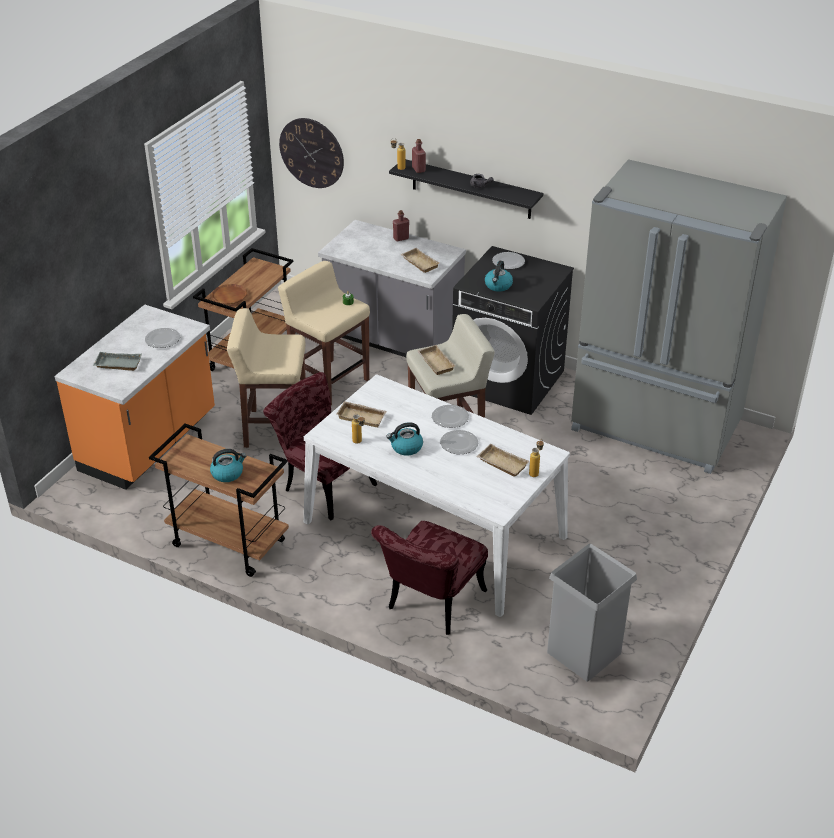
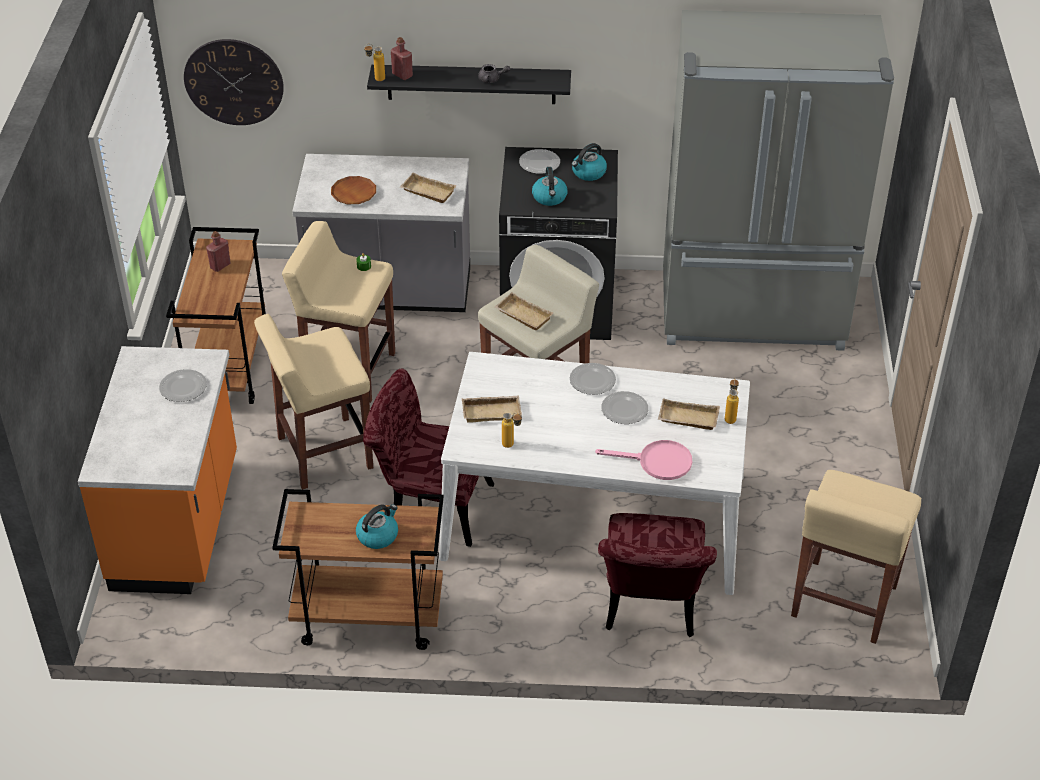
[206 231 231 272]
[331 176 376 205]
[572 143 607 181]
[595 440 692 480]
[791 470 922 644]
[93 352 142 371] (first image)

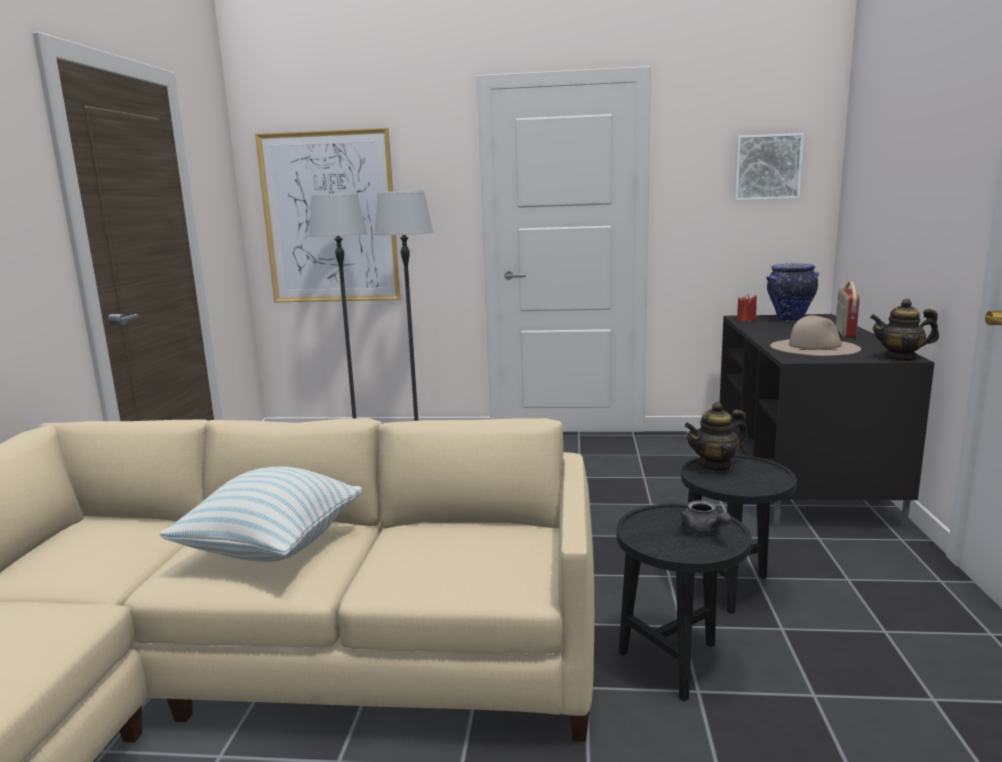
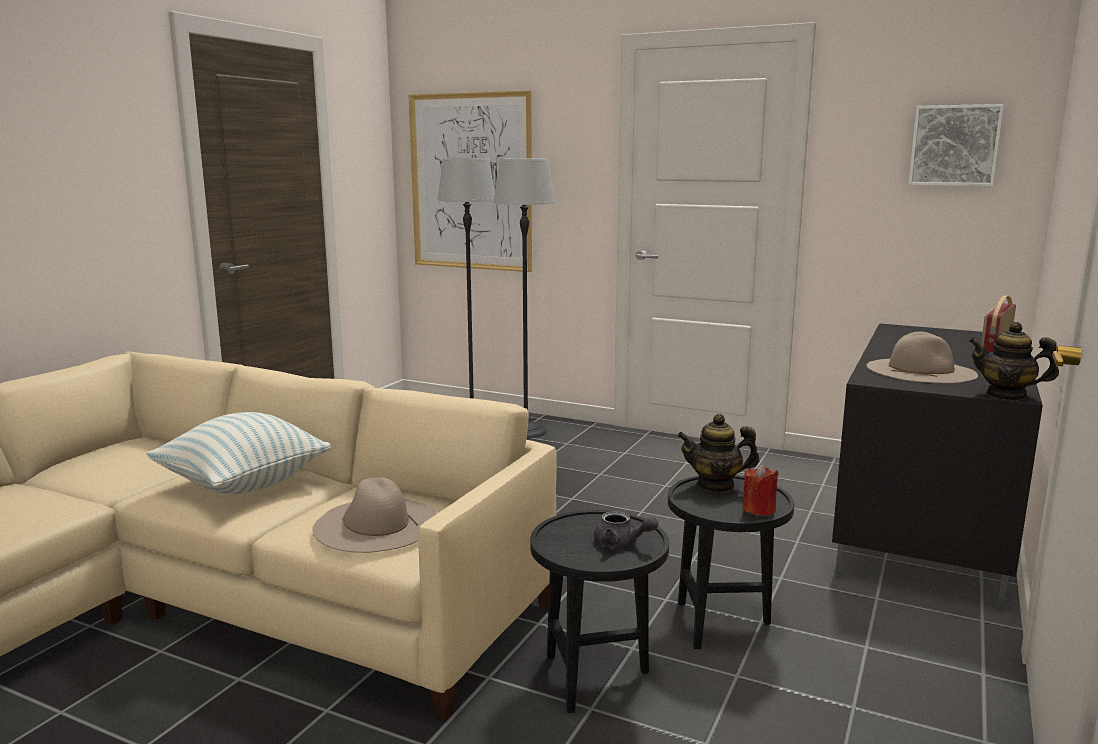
[312 478 436 553]
[594 511 658 548]
[743 464 779 516]
[767 263 819 322] (first image)

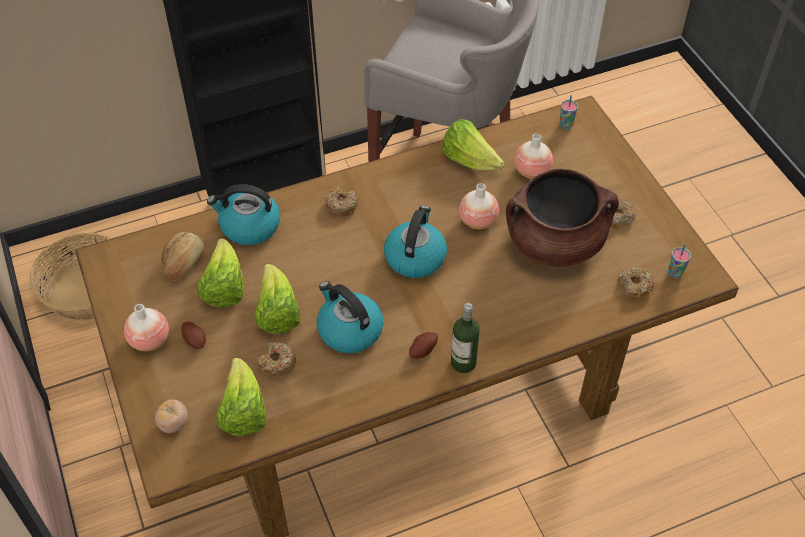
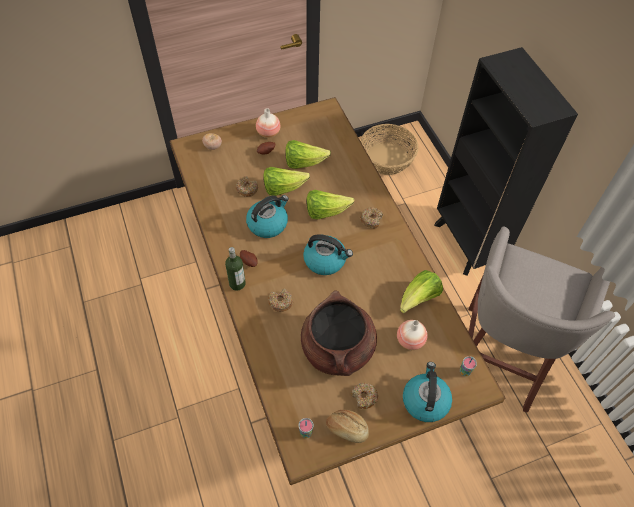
[268 289 293 312]
[307 190 354 219]
[326 409 369 443]
[403 362 452 422]
[459 183 499 229] (first image)

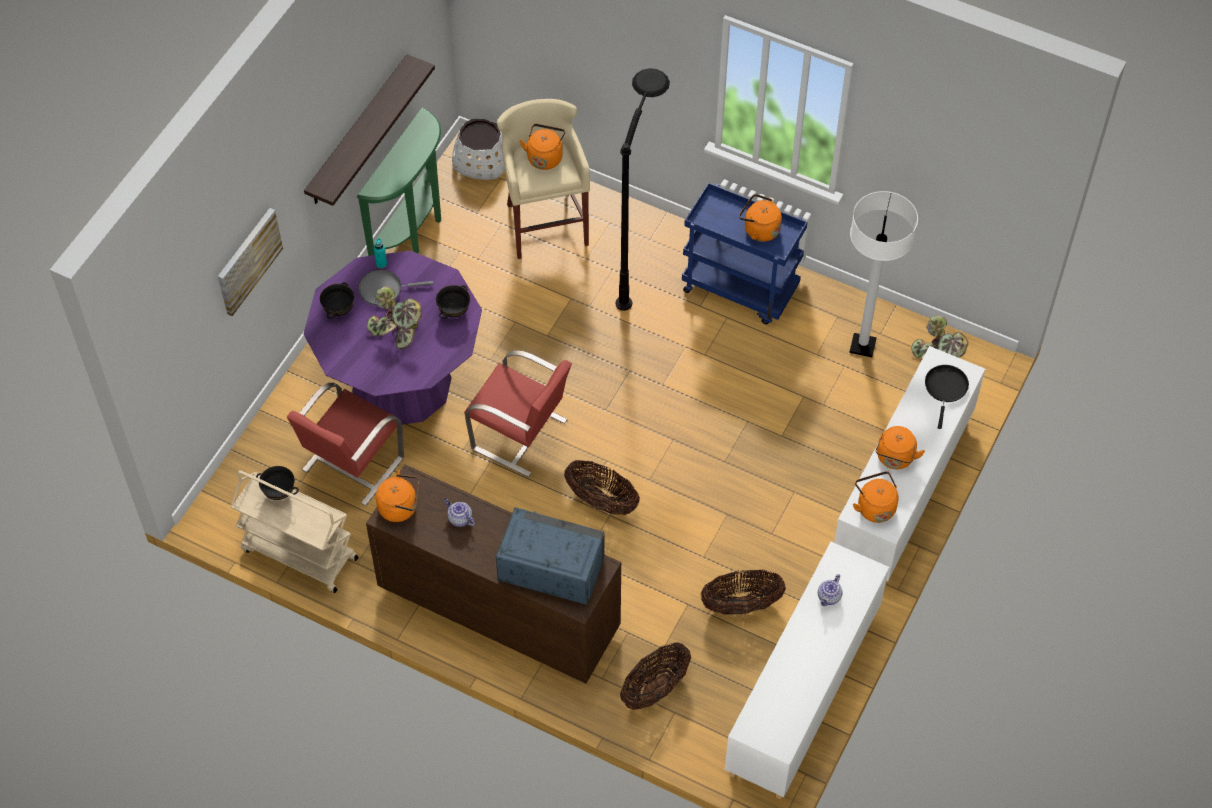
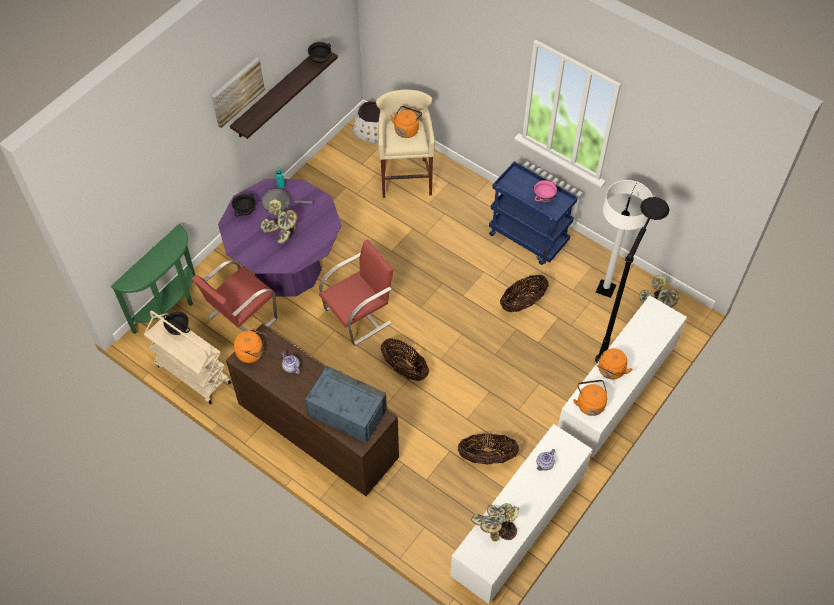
[111 224 195 334]
[211 57 265 128]
[308 42 331 64]
[319 240 394 346]
[471 503 519 541]
[500 275 549 312]
[534 180 557 202]
[595 197 669 363]
[925 365 969 429] (first image)

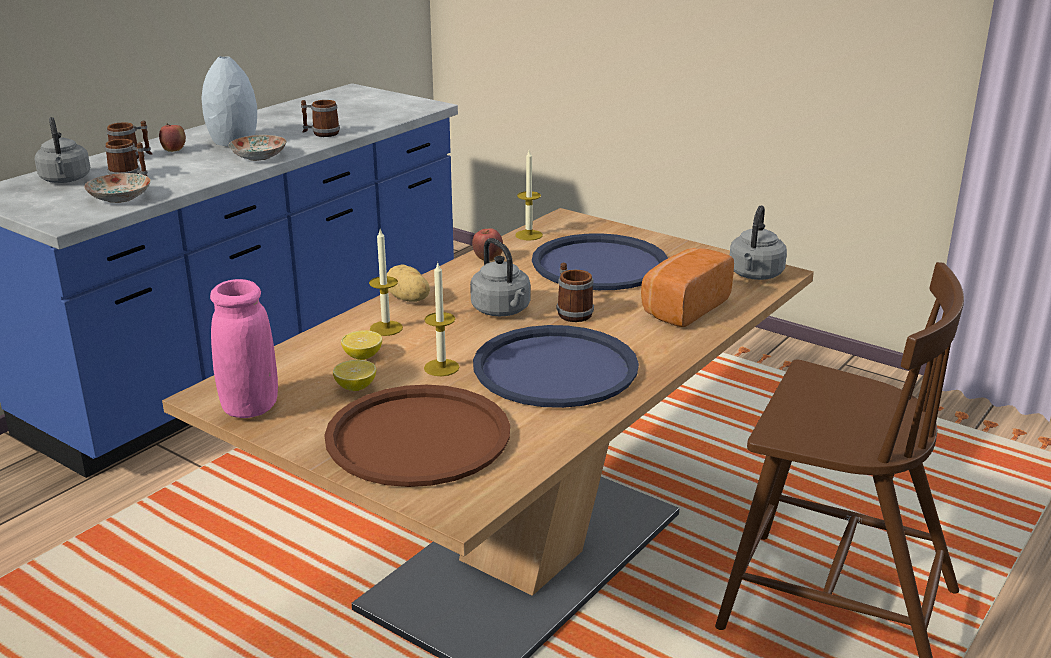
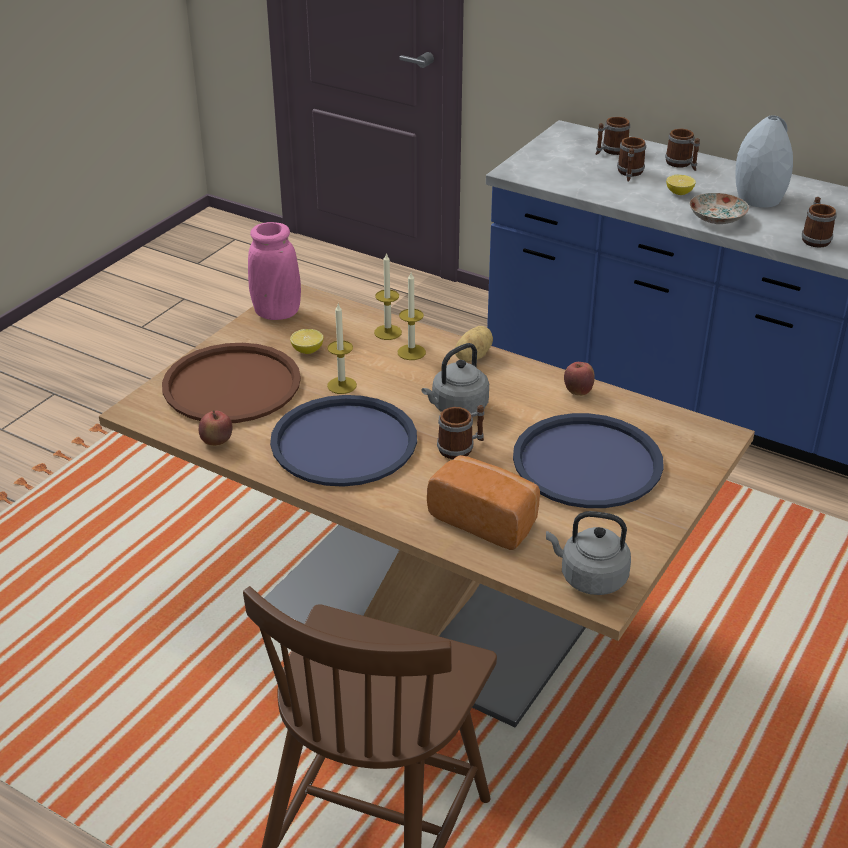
[199 411 232 446]
[374 252 402 340]
[596 117 630 155]
[666 175 696 195]
[84 173 151 203] (first image)

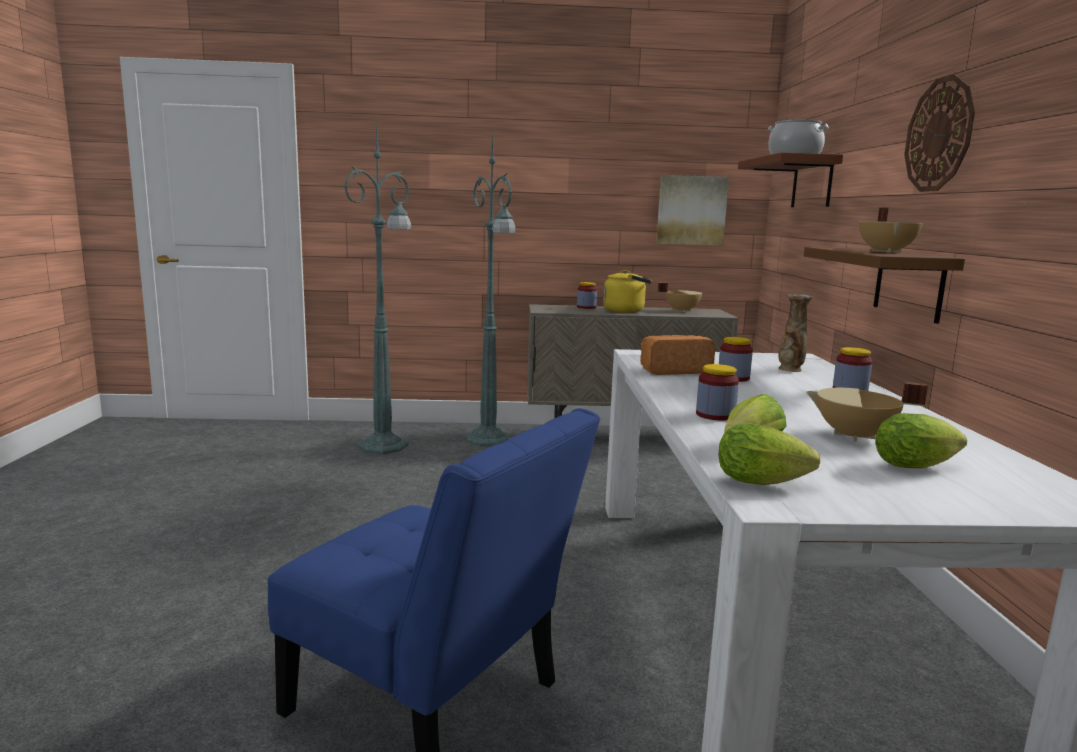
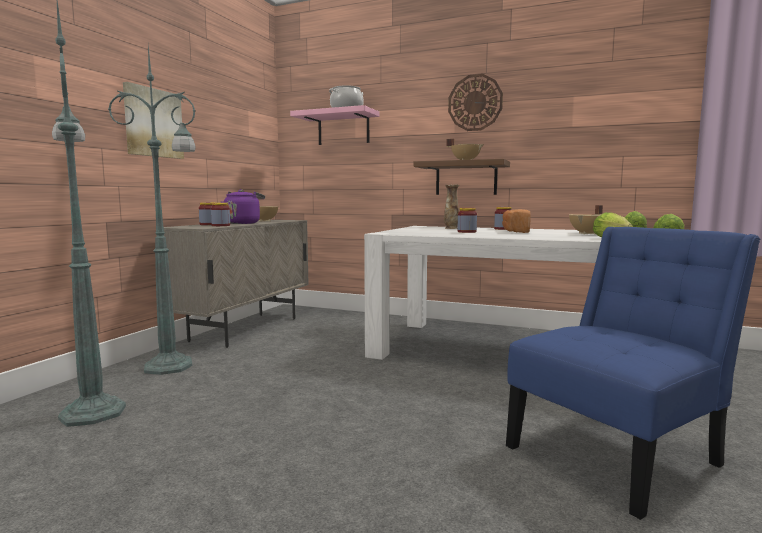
[123 82 184 159]
[211 203 230 226]
[221 189 265 224]
[290 105 380 145]
[502 209 531 233]

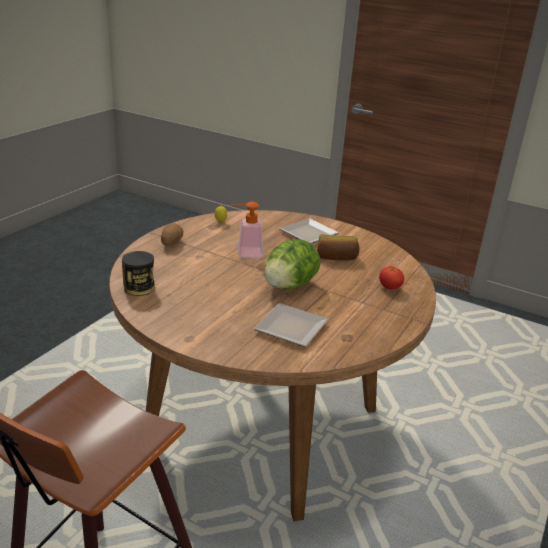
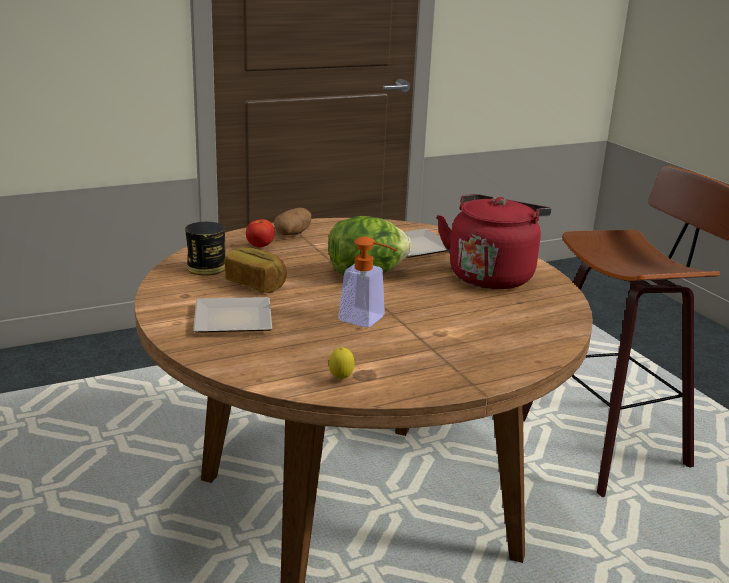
[185 222 226 275]
[274 208 311 235]
[437 194 551 289]

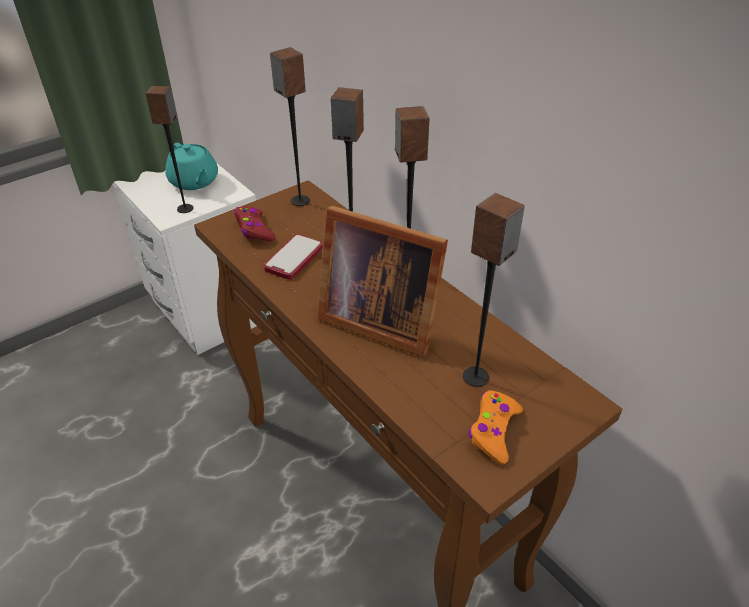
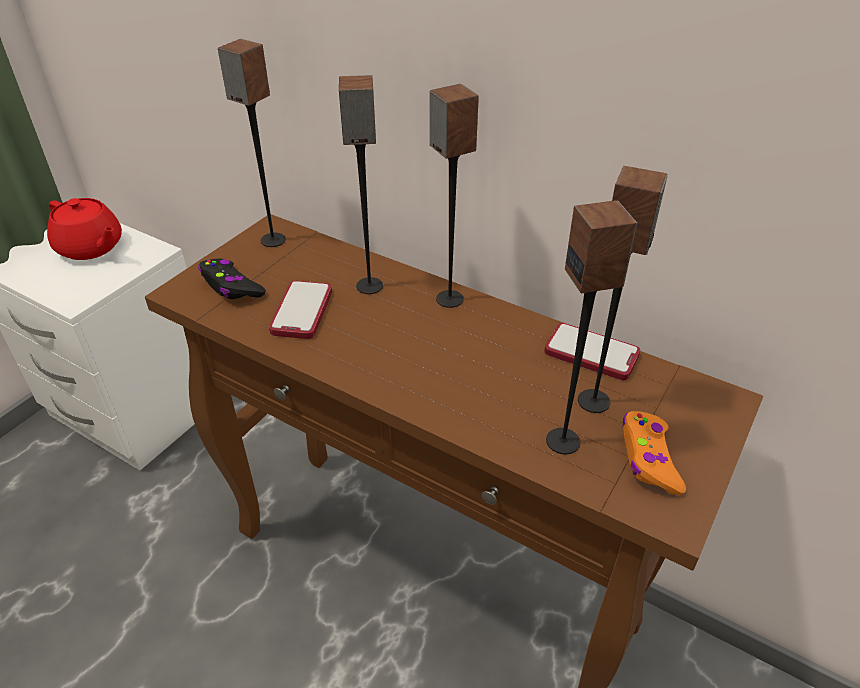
[47 198 122 260]
[198 259 266 299]
[544 323 640 380]
[546 200 637 454]
[317 206 448 357] (first image)

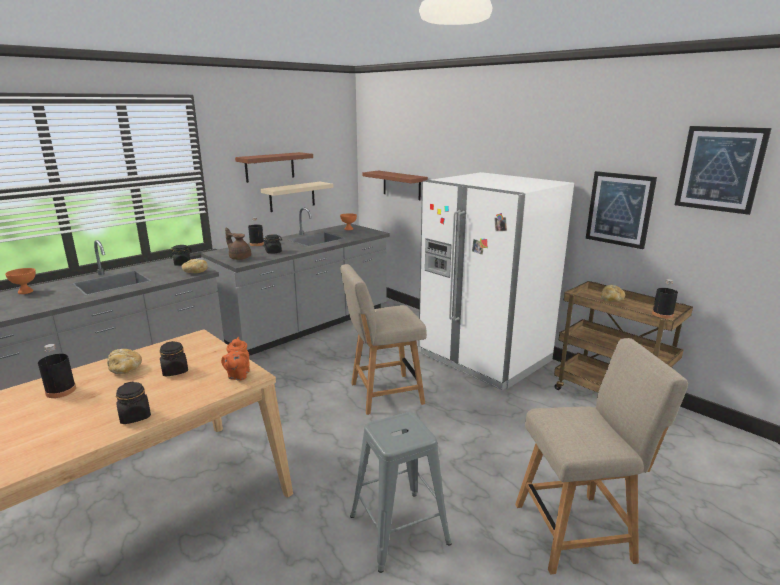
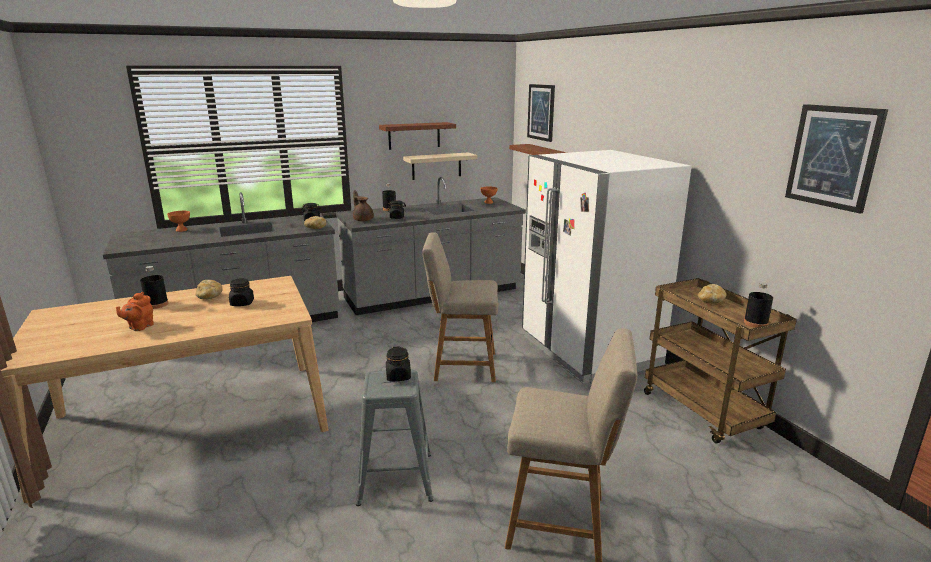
[116 292 154 331]
[386 346 411 381]
[527 84 555 142]

